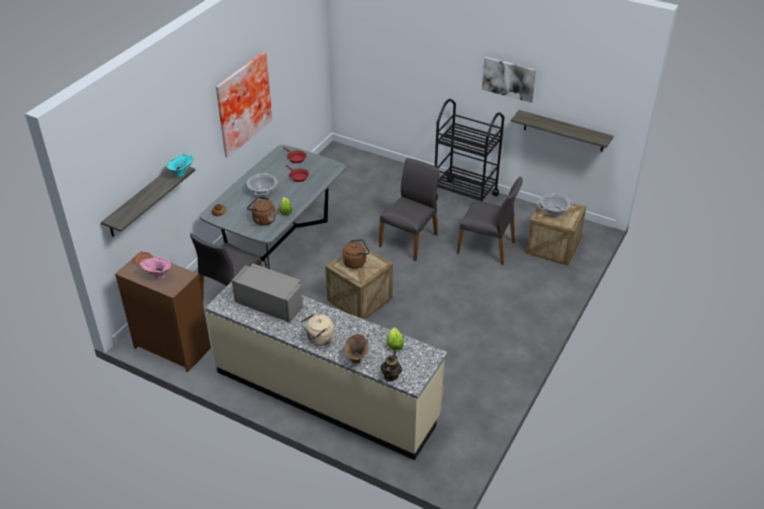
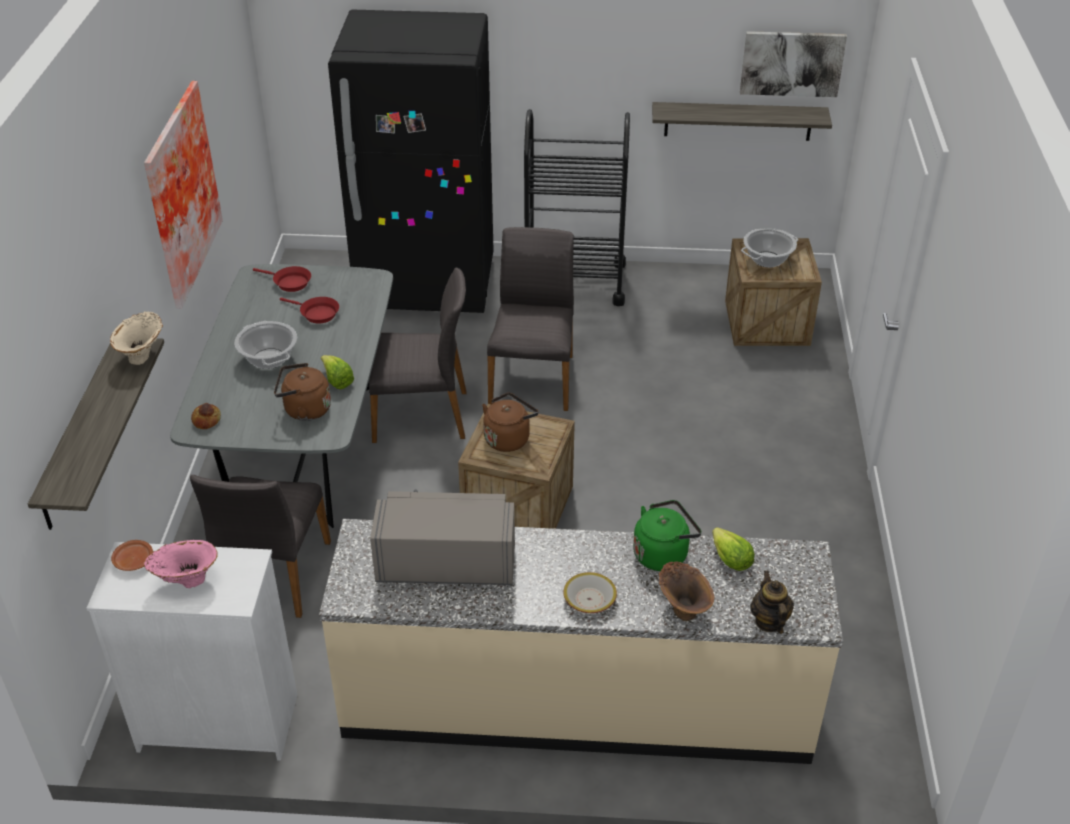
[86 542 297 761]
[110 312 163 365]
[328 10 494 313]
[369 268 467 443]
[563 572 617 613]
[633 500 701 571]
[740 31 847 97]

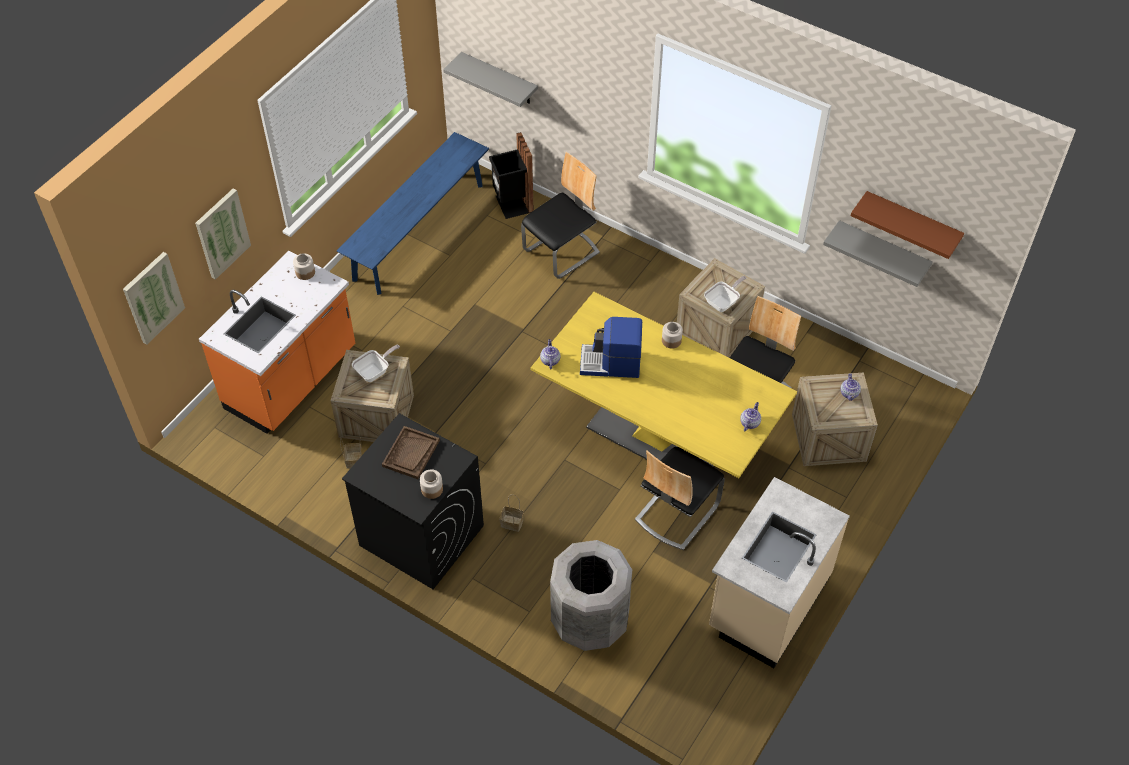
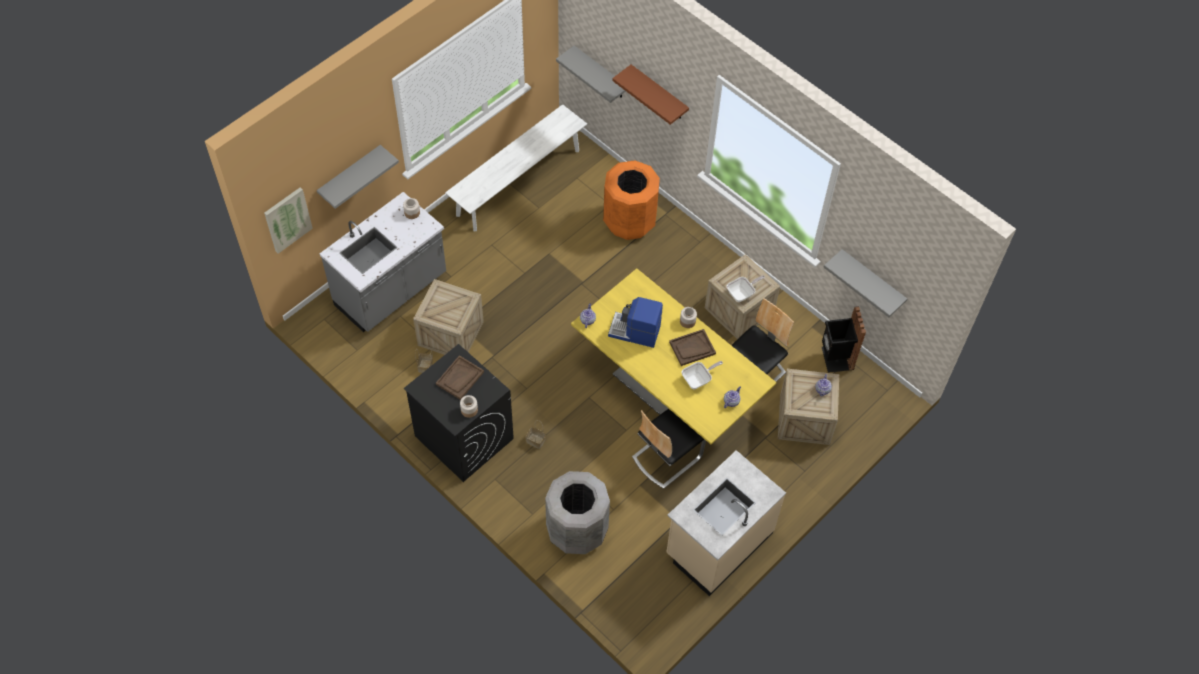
[317 145 399 209]
[320 192 446 332]
[445 104 587 231]
[603 160 660 240]
[612 64 689 125]
[669 329 716 366]
[681 361 723 389]
[822 306 866 373]

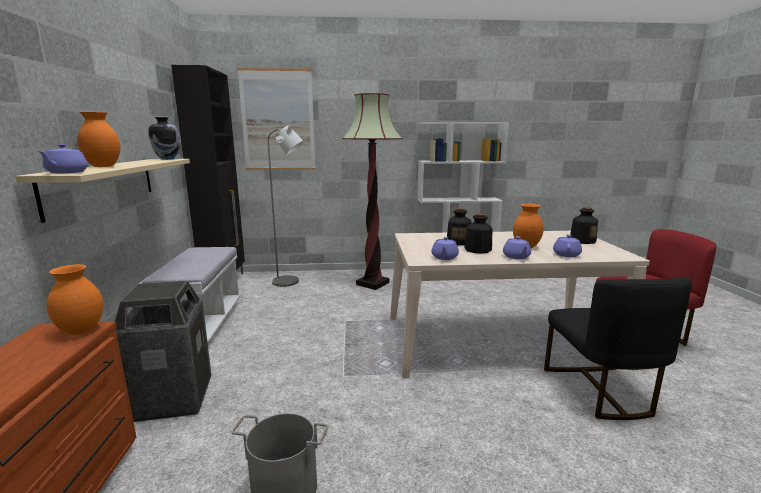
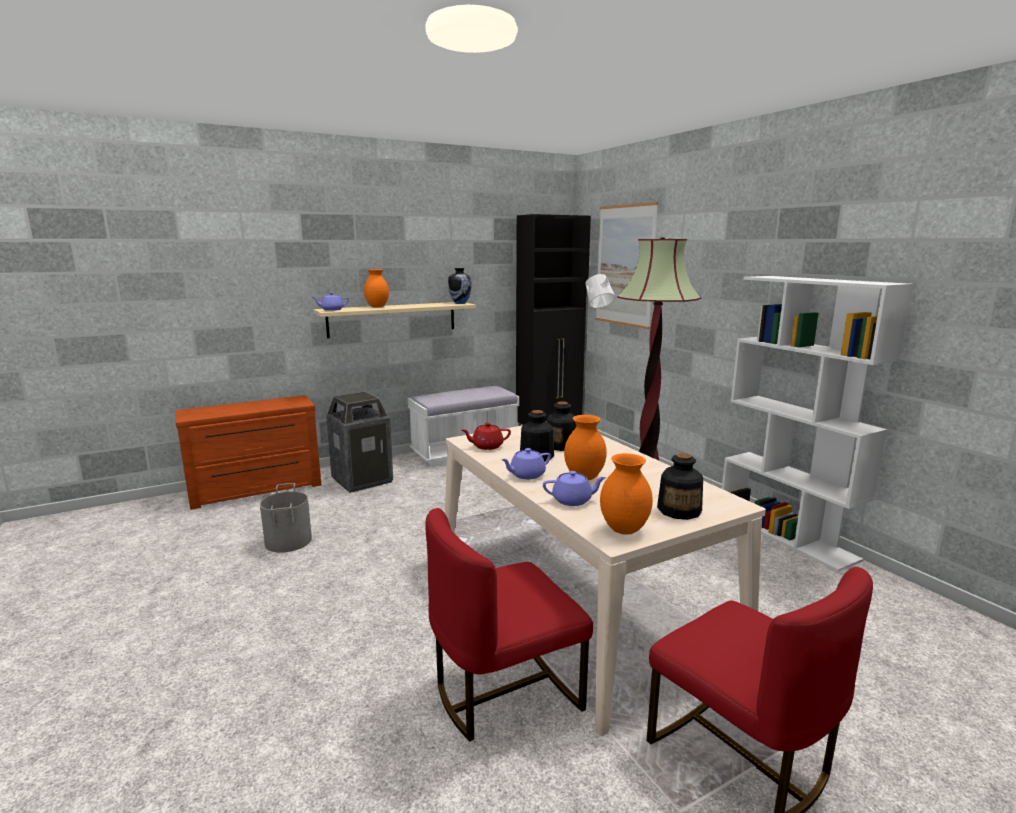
[426 508 593 742]
[462 423 511 450]
[600 453 653 535]

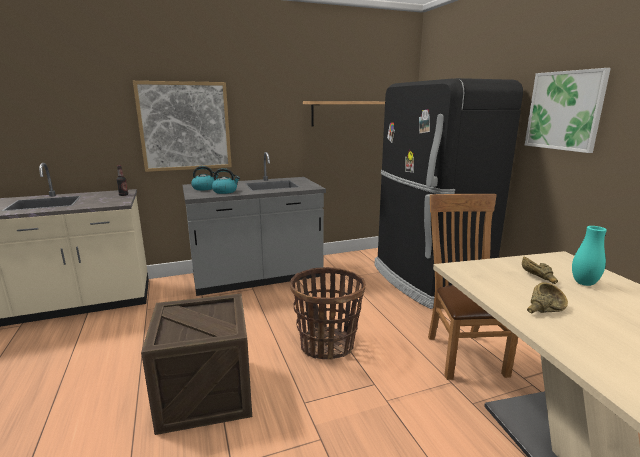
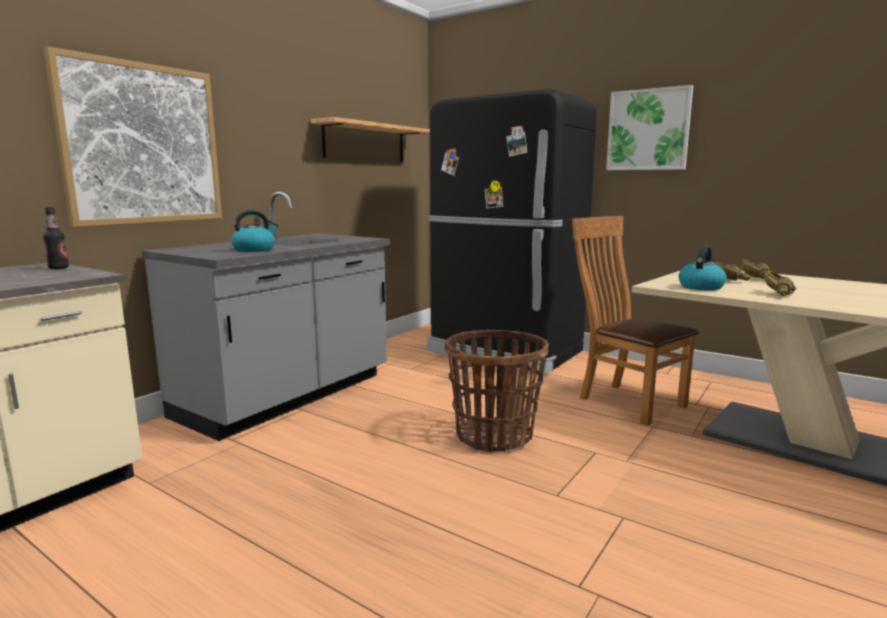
[679 246 727 290]
[741 259 770 279]
[141 293 252 435] (first image)

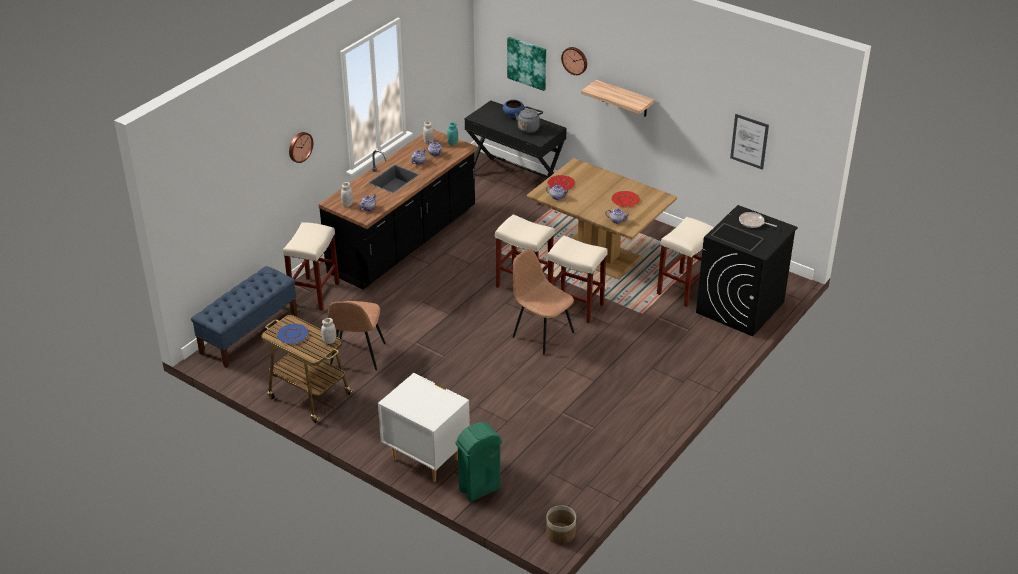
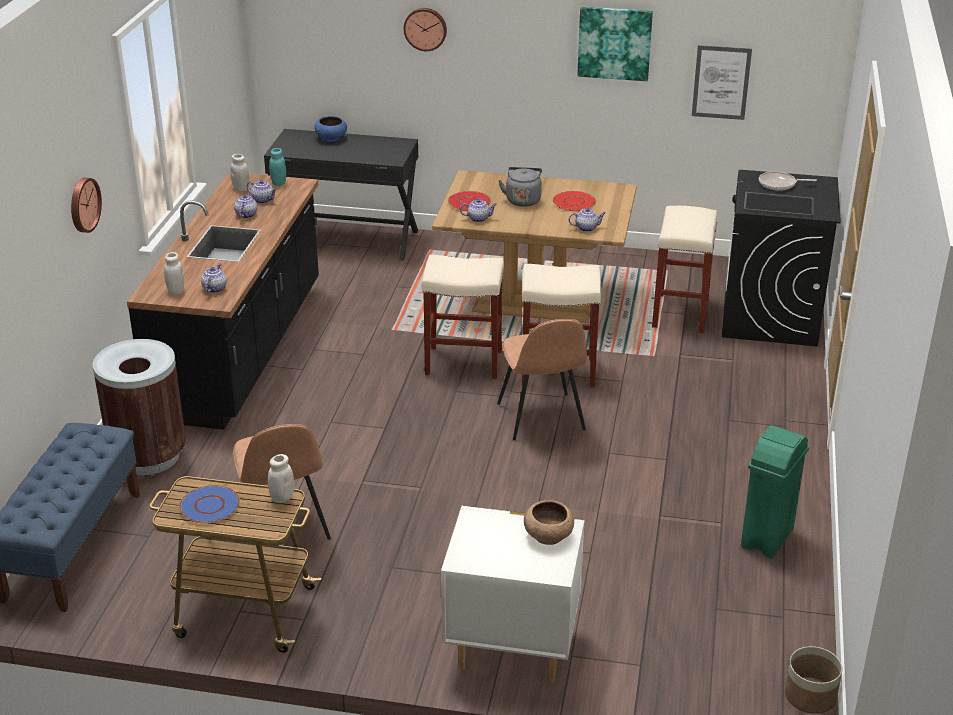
[92 339 186 475]
[497 319 587 440]
[498 167 542 207]
[524 500 574 545]
[577 7 653 81]
[741 425 809 558]
[581 80 655 117] (first image)

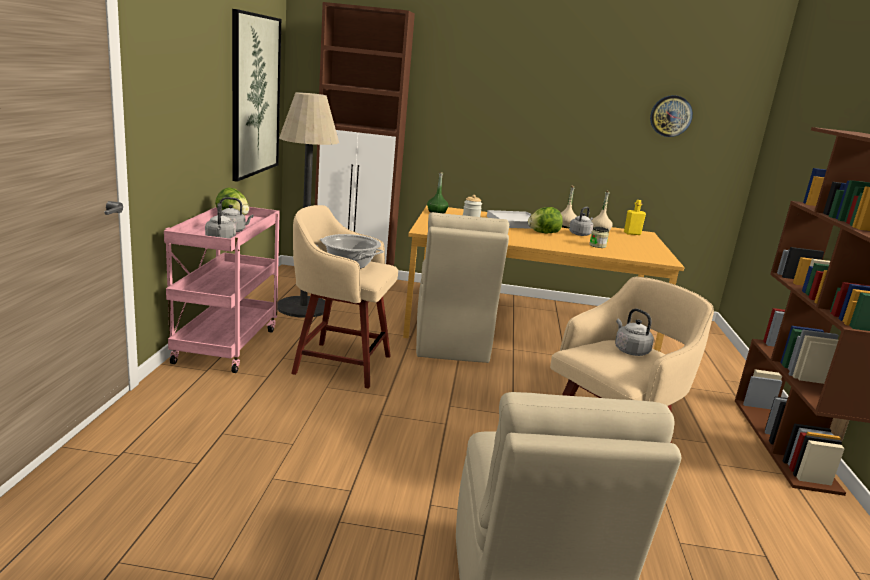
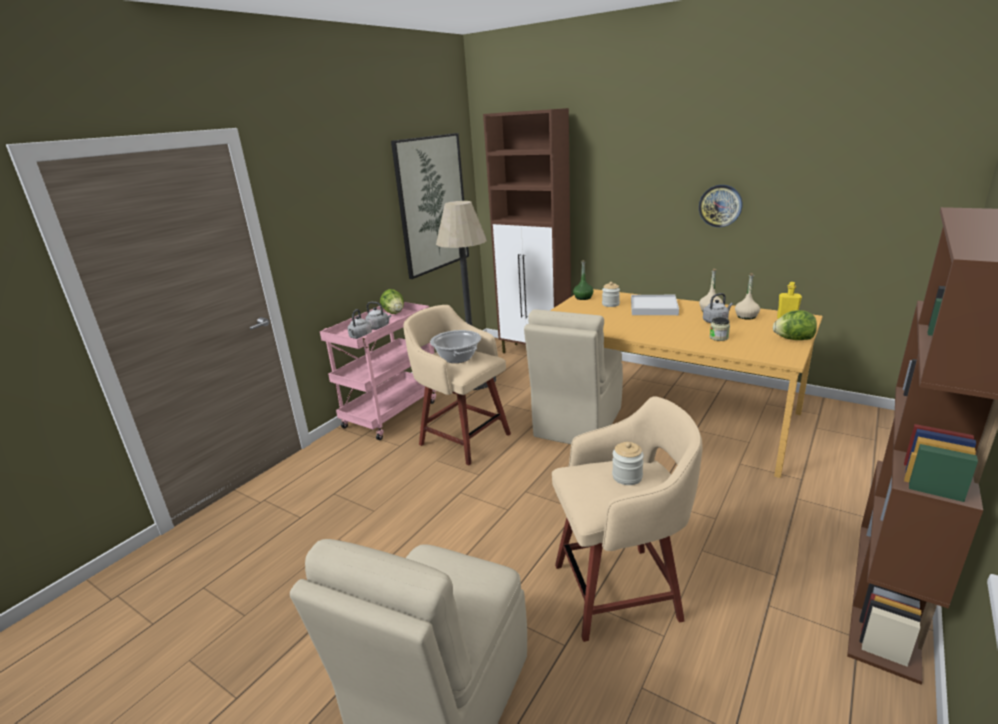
[612 442 644 485]
[699 185 742 227]
[773 310 817 340]

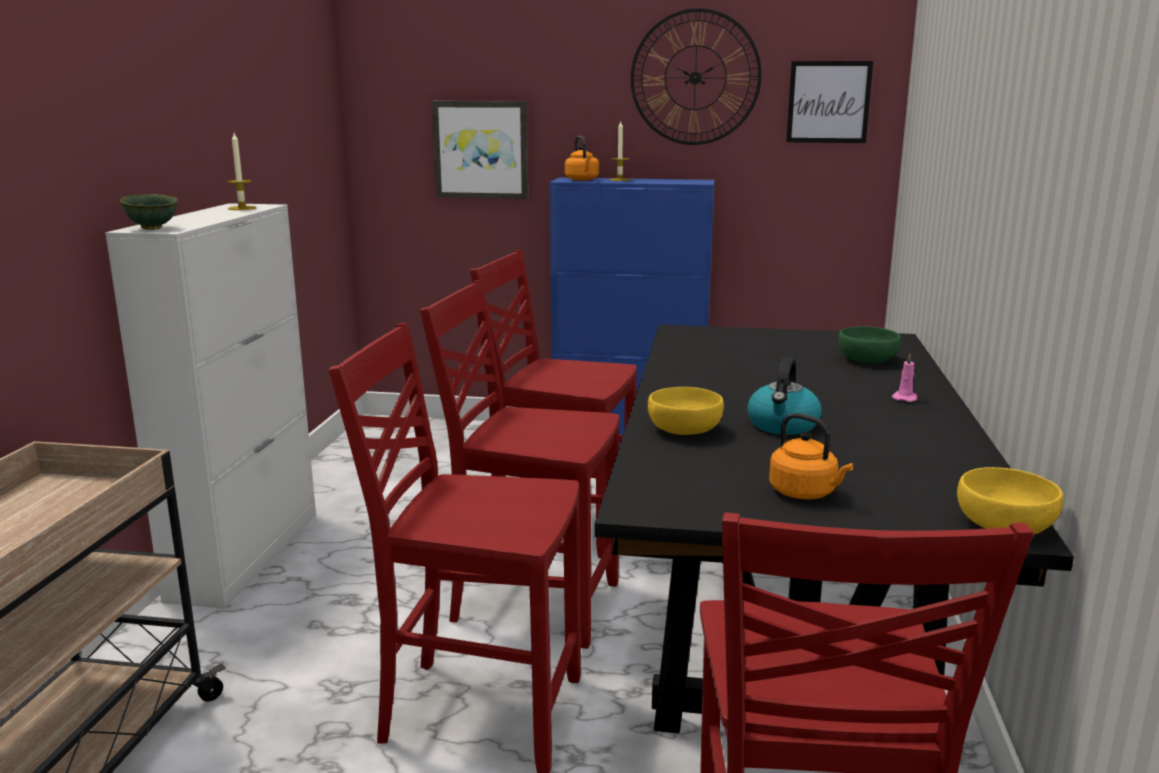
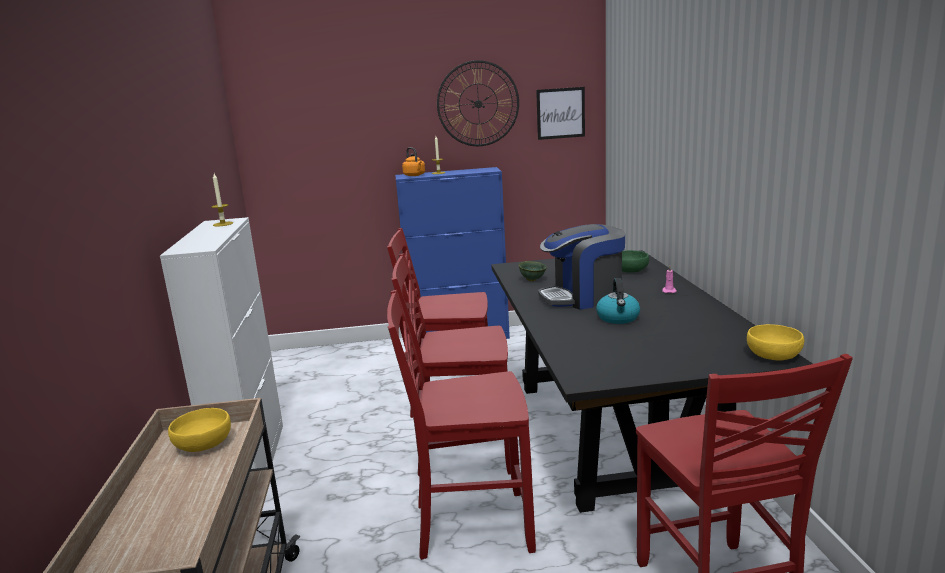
[168 408 231 452]
[519 261 547 281]
[538 224 625 309]
[432 101 528 199] (first image)
[769 413 854 499] (first image)

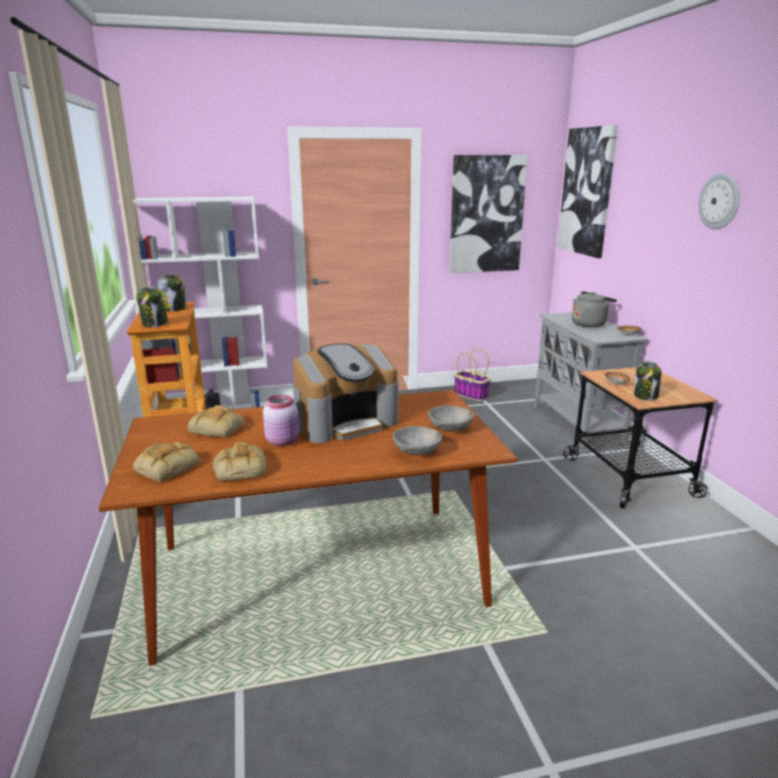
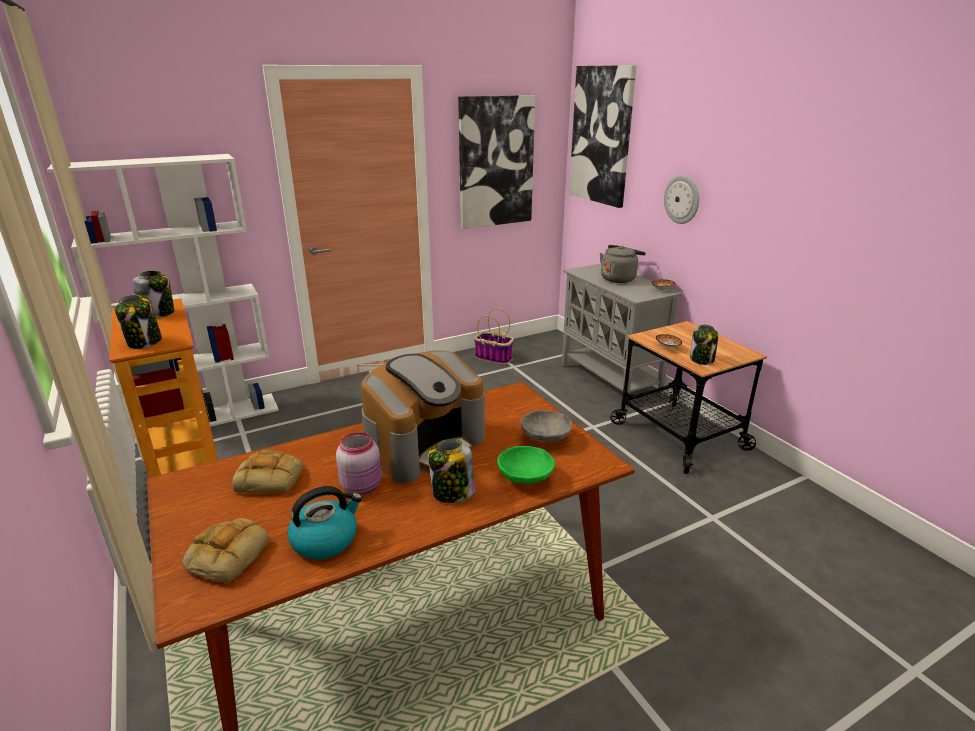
[287 486 362 560]
[428 439 475 503]
[497 446 555 484]
[664 175 699 224]

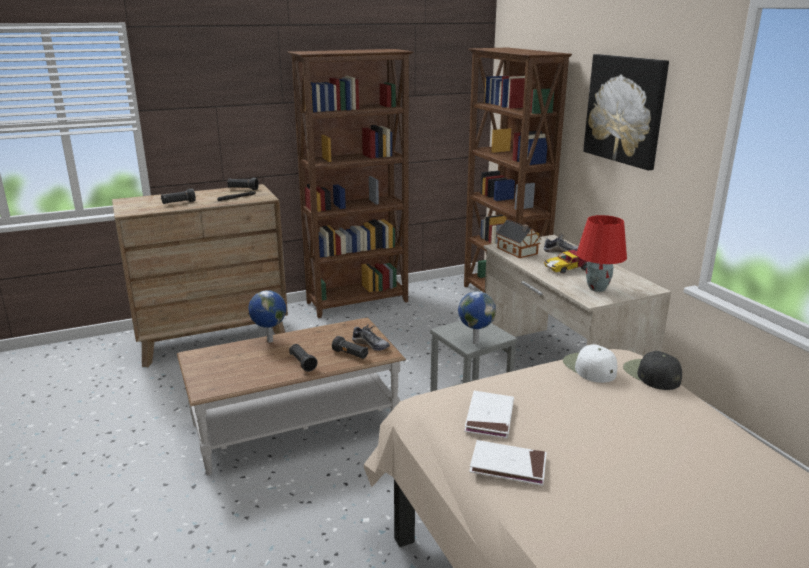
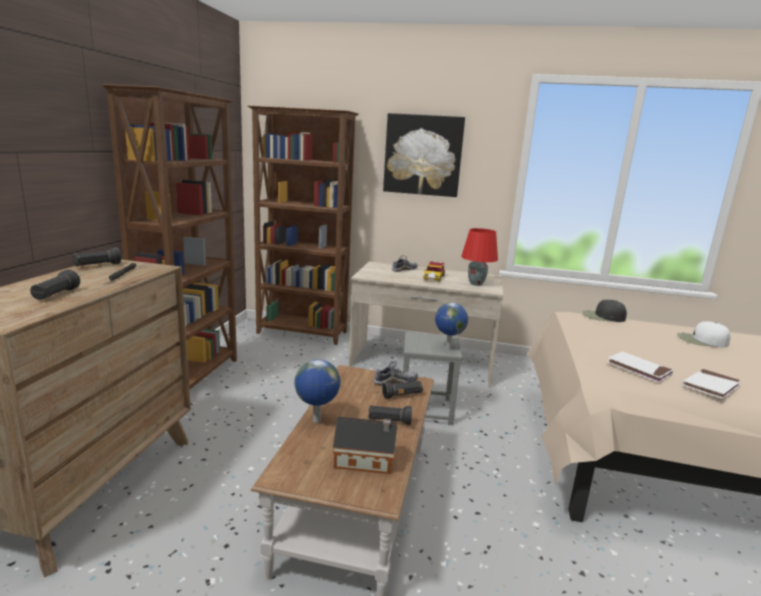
[333 417 398 474]
[677 321 730 347]

